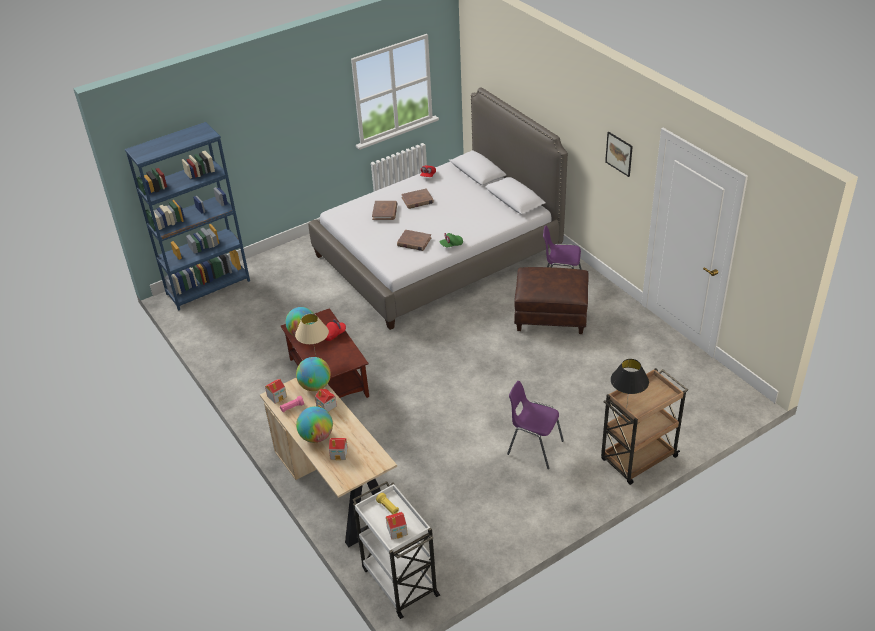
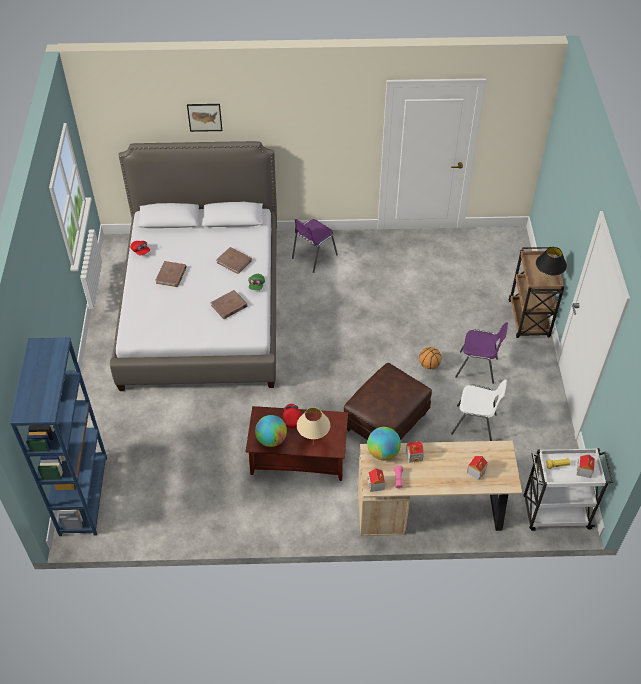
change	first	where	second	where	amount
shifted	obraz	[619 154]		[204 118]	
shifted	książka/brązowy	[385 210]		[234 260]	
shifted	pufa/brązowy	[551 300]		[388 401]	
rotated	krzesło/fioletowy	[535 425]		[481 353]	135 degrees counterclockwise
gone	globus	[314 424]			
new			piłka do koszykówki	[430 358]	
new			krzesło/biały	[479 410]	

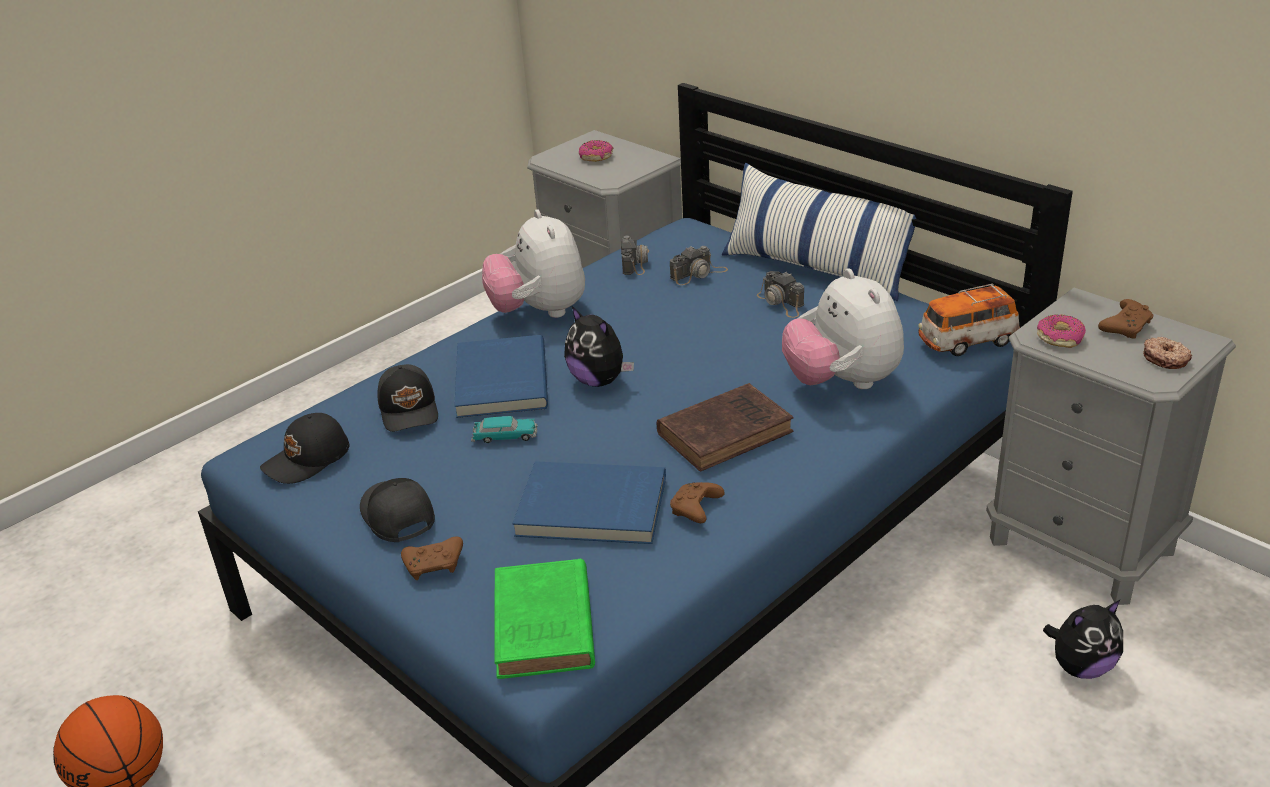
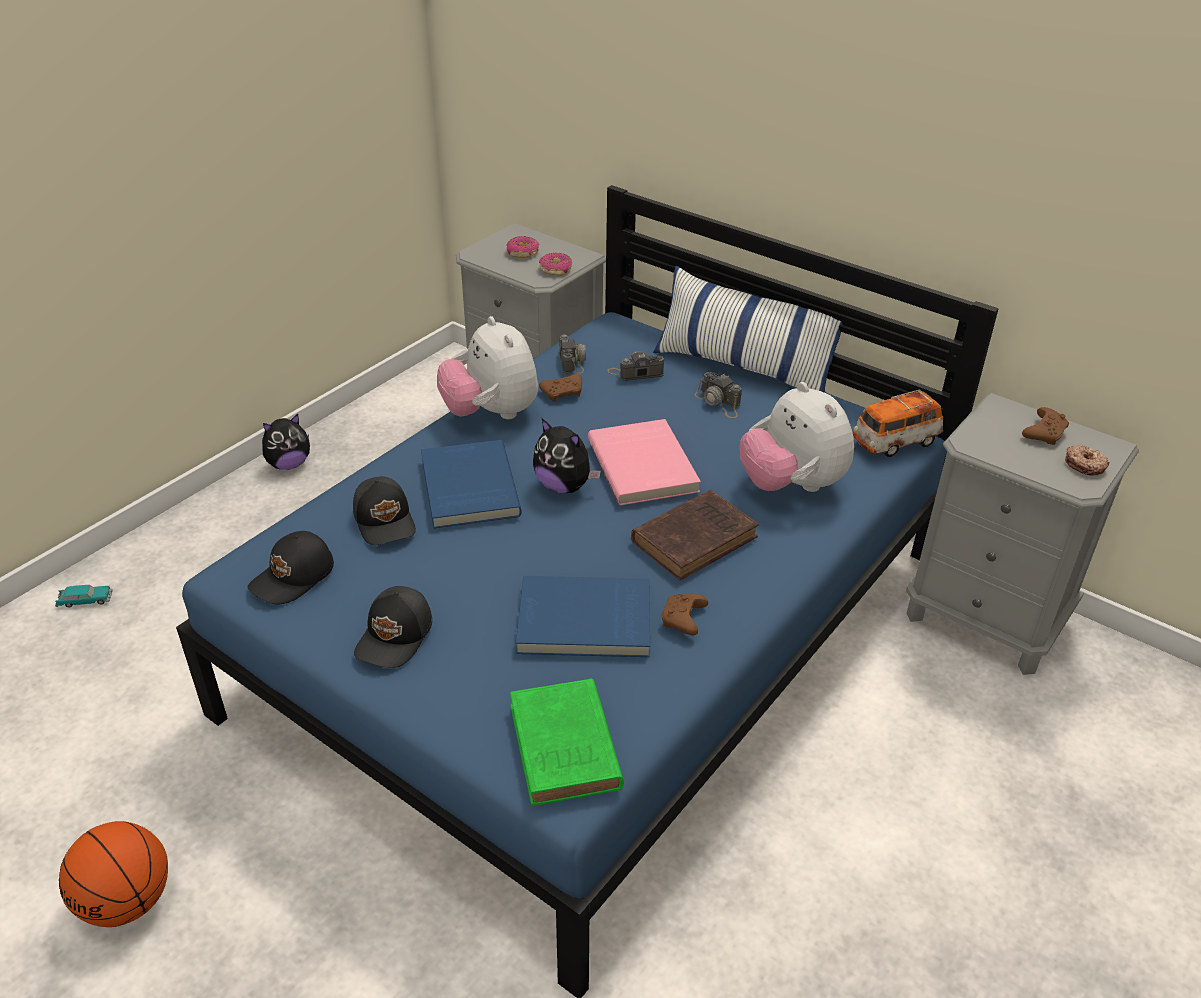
change	first	where	second	where	amount
rotated	aparat fotograficzny	[699 265]		[635 366]	150 degrees counterclockwise
shifted	donut	[1061 331]		[555 264]	
shifted	samochodzik	[504 429]		[84 596]	
rotated	czapka z daszkiem/czarny	[397 510]		[393 627]	120 degrees counterclockwise
shifted	pad do gier/brązowy	[432 558]		[560 388]	
shifted	pluszak	[1083 639]		[286 442]	
new			książka/różowy	[644 462]	

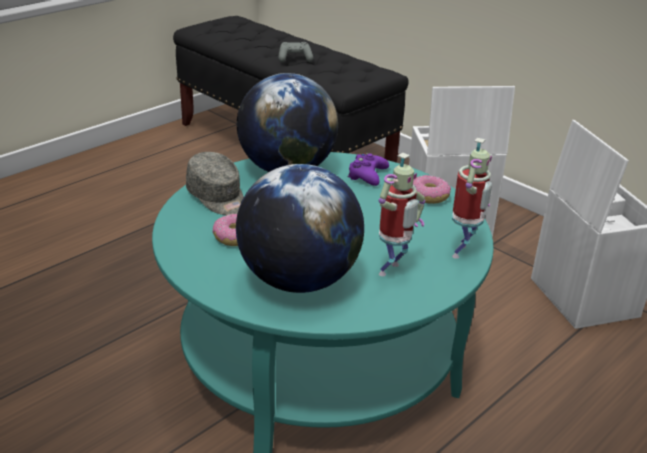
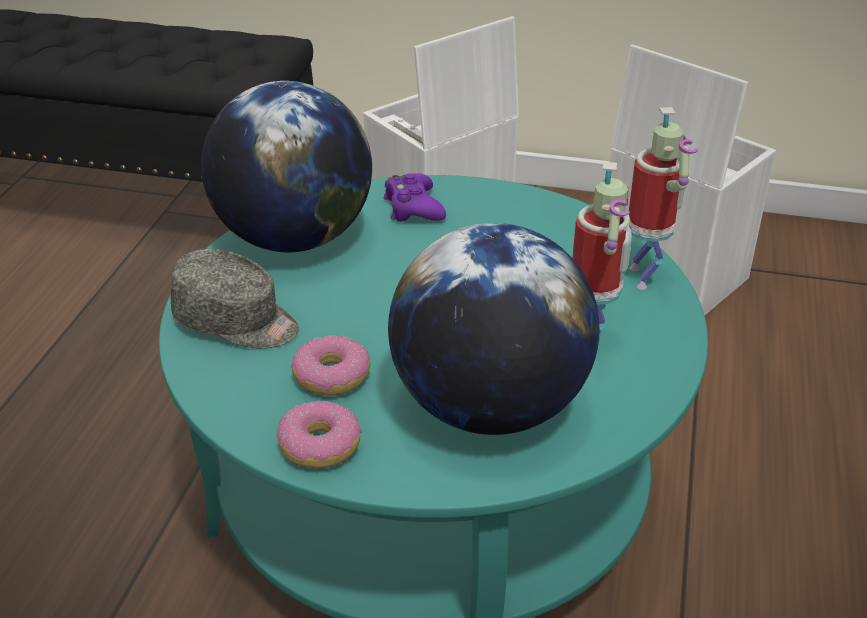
change	first	where	second	where	amount
gone	pad do gier/szary	[295 52]			
shifted	donut	[432 189]		[319 435]	

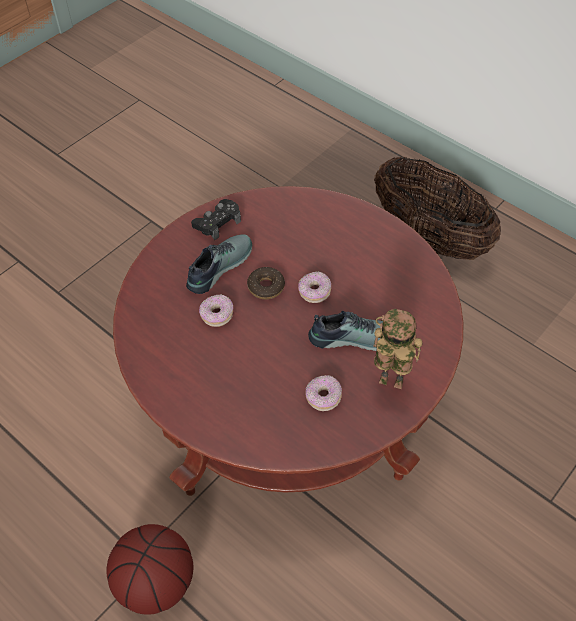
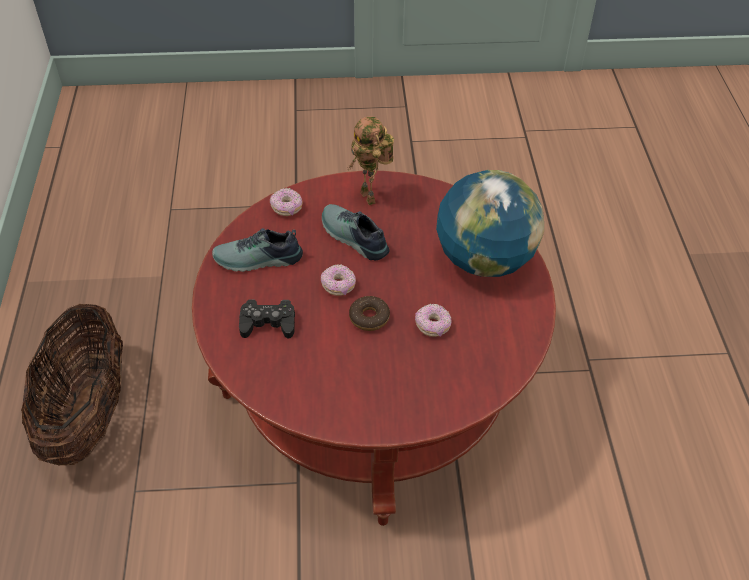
change	first	where	second	where	amount
shifted	pad do gier/czarny	[216 219]		[267 319]	
shifted	but	[219 264]		[257 250]	
shifted	donut	[323 393]		[286 202]	
gone	piłka do koszykówki	[149 569]			
new			globus	[490 223]	

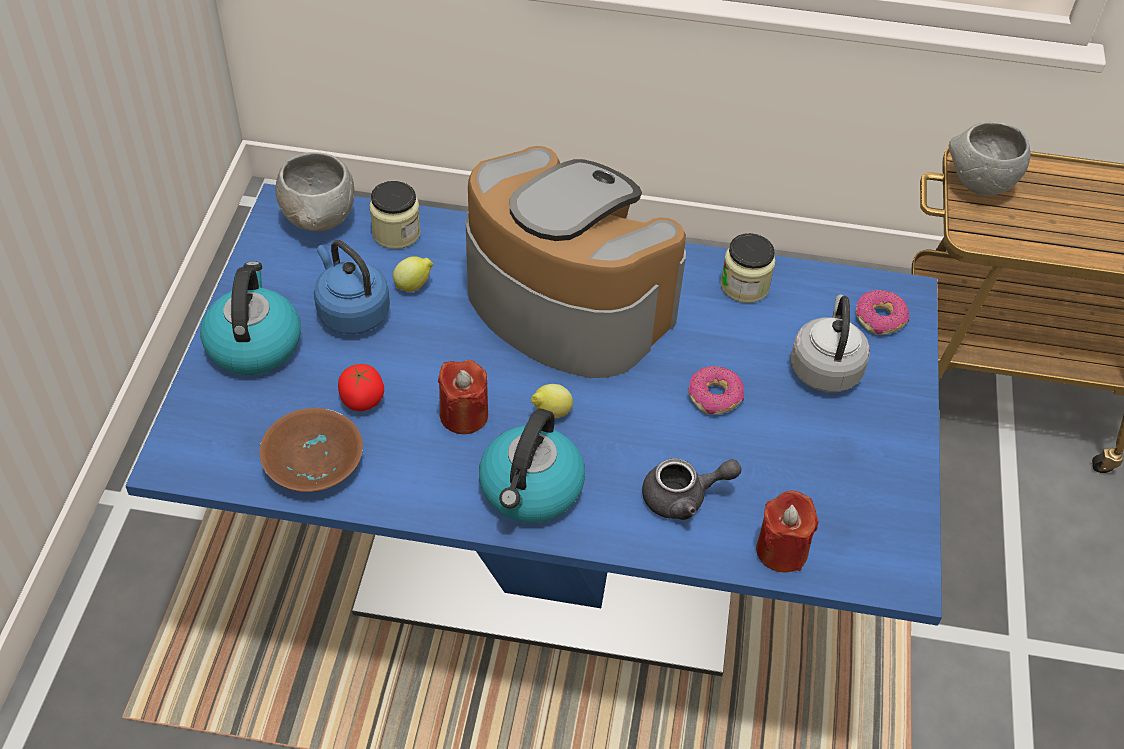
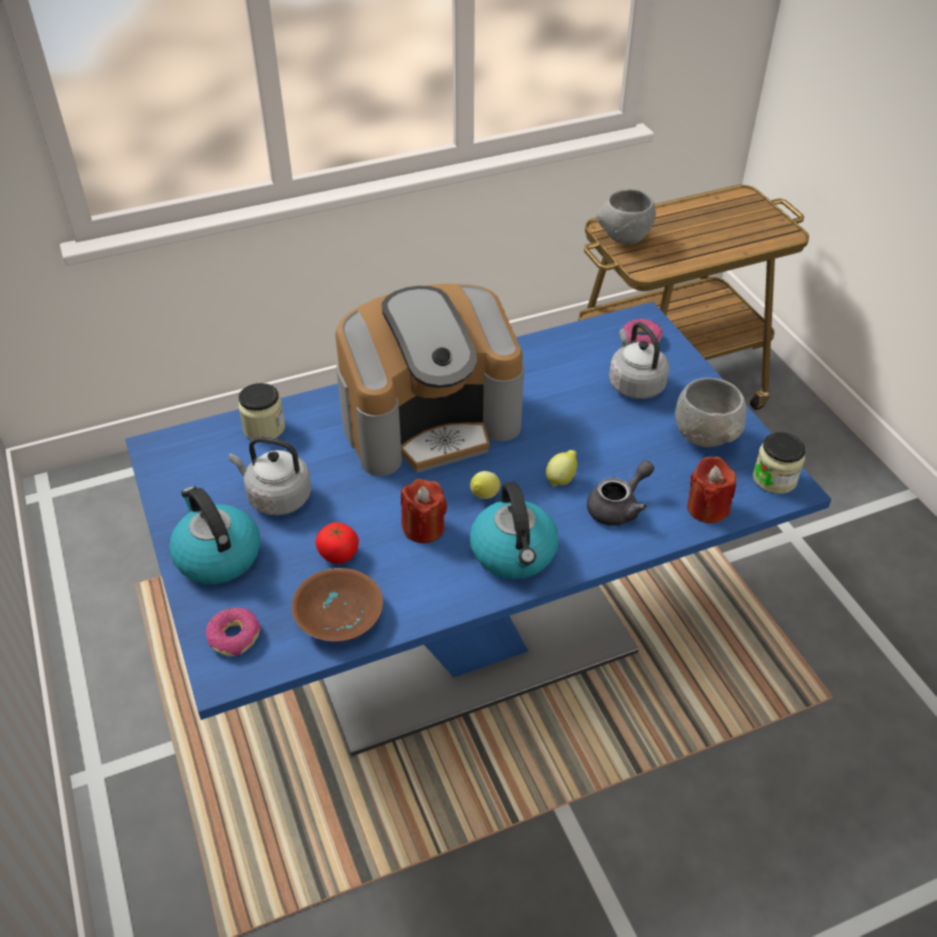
change	first	where	second	where	amount
rotated	ekspres do kawy	[576 262]		[429 380]	150 degrees clockwise
shifted	miska/szary	[314 192]		[710 412]	
shifted	słoik	[748 268]		[779 463]	
repainted	czajnik/niebieski	[352 287]	czajnik/szary	[270 476]	
shifted	cytryna	[413 274]		[561 468]	
shifted	donut	[716 390]		[233 632]	

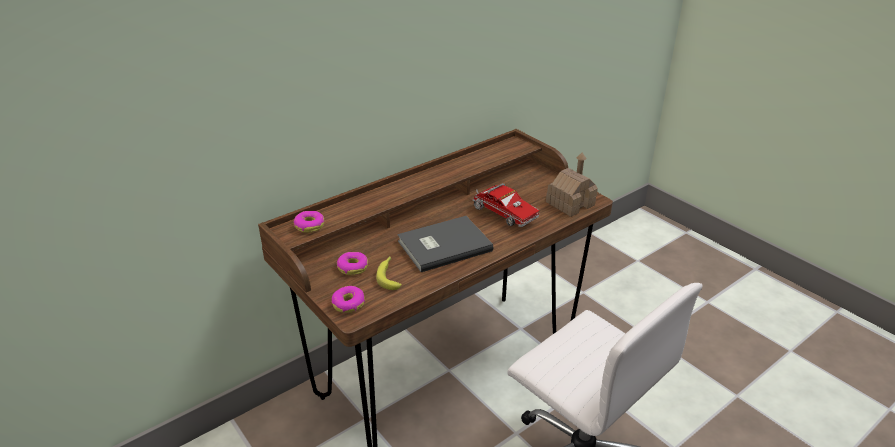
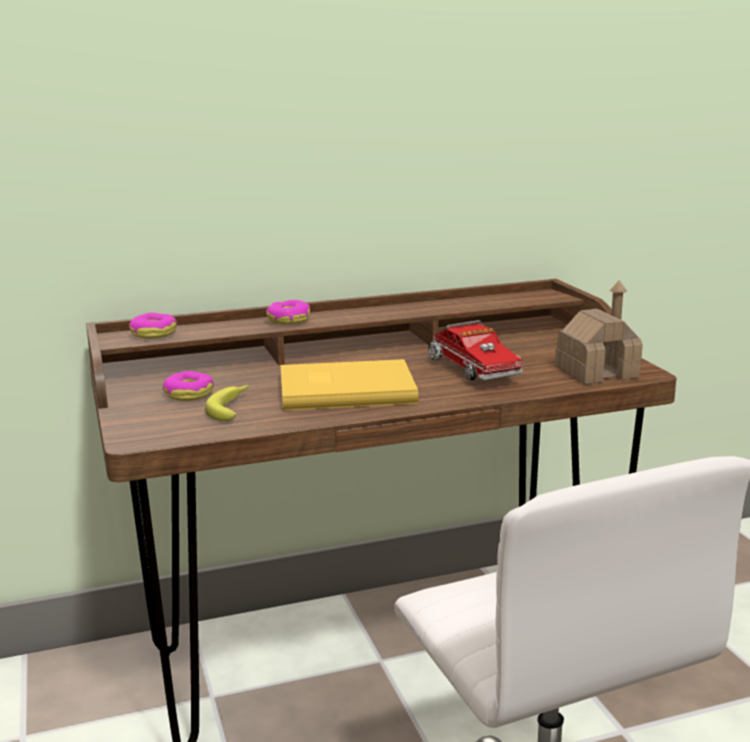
change	first	where	second	where	amount
repainted	książka/szary	[445 244]	książka/żółty	[349 385]	
shifted	donut	[348 299]		[288 312]	

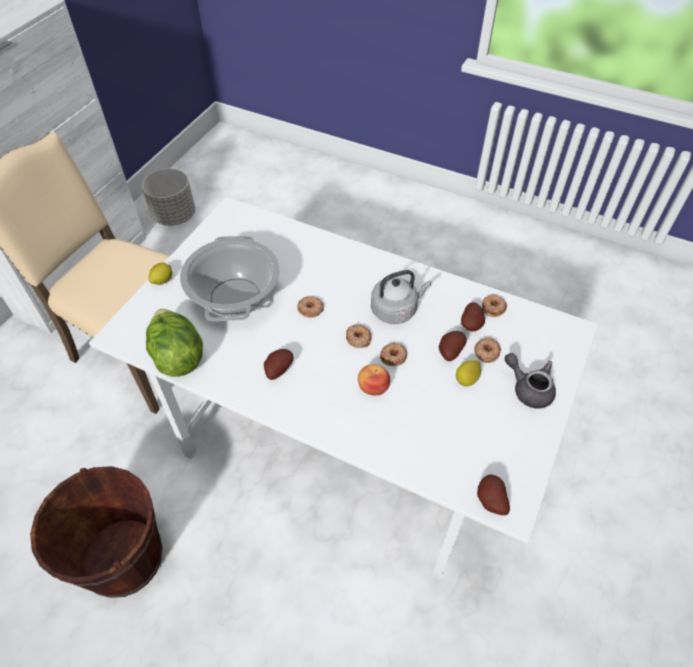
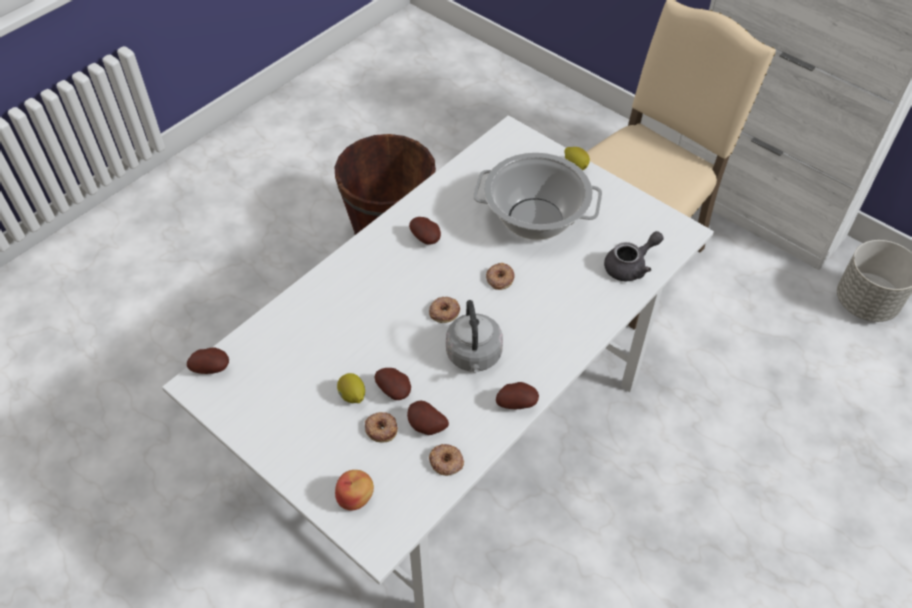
change	first	where	second	where	amount
gone	sałata	[174 343]			
gone	donut	[393 354]			
shifted	imbryk/szary	[530 380]		[633 256]	
shifted	jabłko	[374 379]		[354 490]	
new			ziemniak	[517 395]	

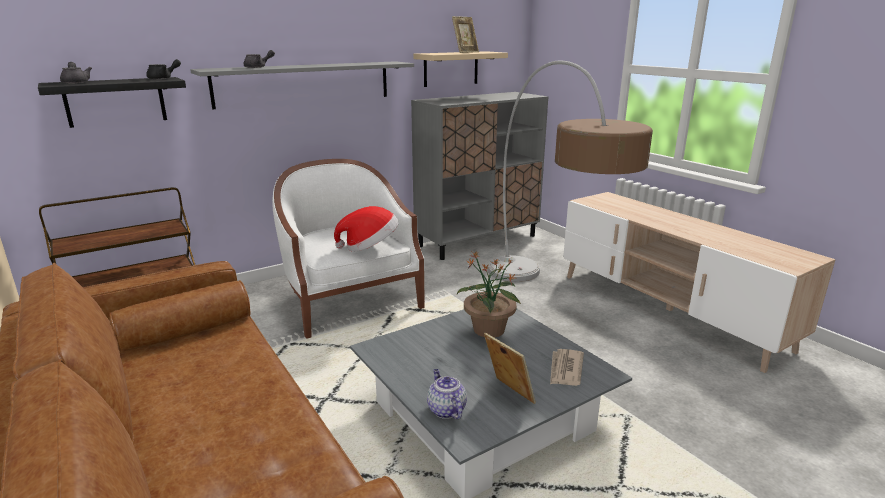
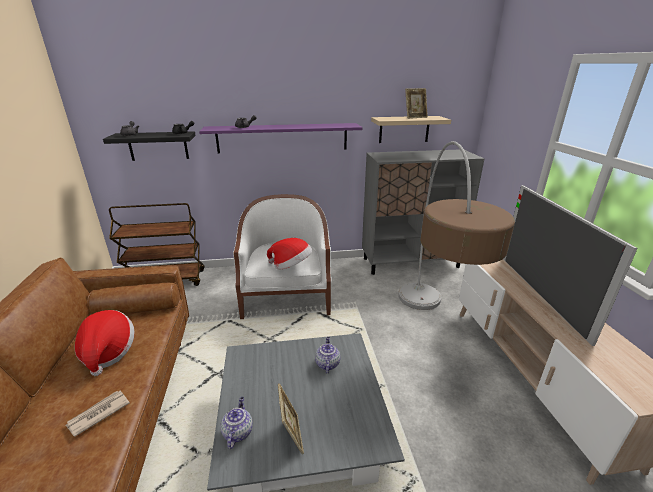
change	first	where	second	where	amount
repainted	półka/szary	[302 85]	półka/fioletowy	[281 138]	
swapped	roślina doniczkowa	[489 295]	imbryk	[327 355]	
shifted	gazeta	[567 367]		[98 414]	
new			telewizor	[570 265]	
new			kapelusz	[104 343]	

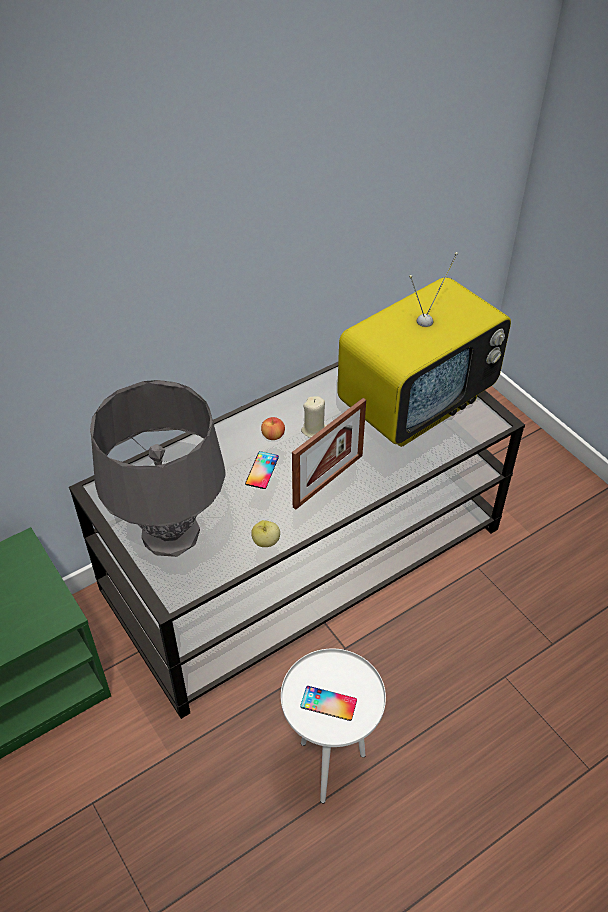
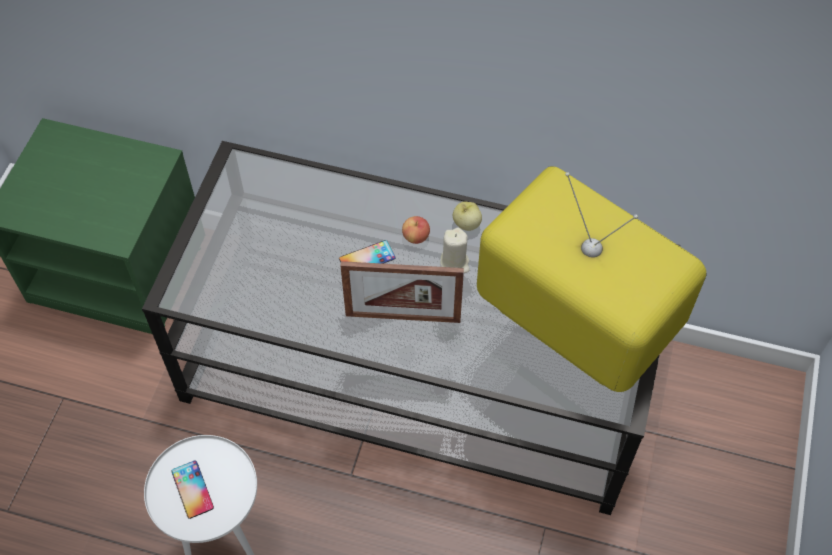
change	first	where	second	where	amount
rotated	telewizor	[424 349]		[592 279]	150 degrees counterclockwise
gone	lampa stołowa/szary	[158 468]			
shifted	jabłko	[265 533]		[467 216]	

